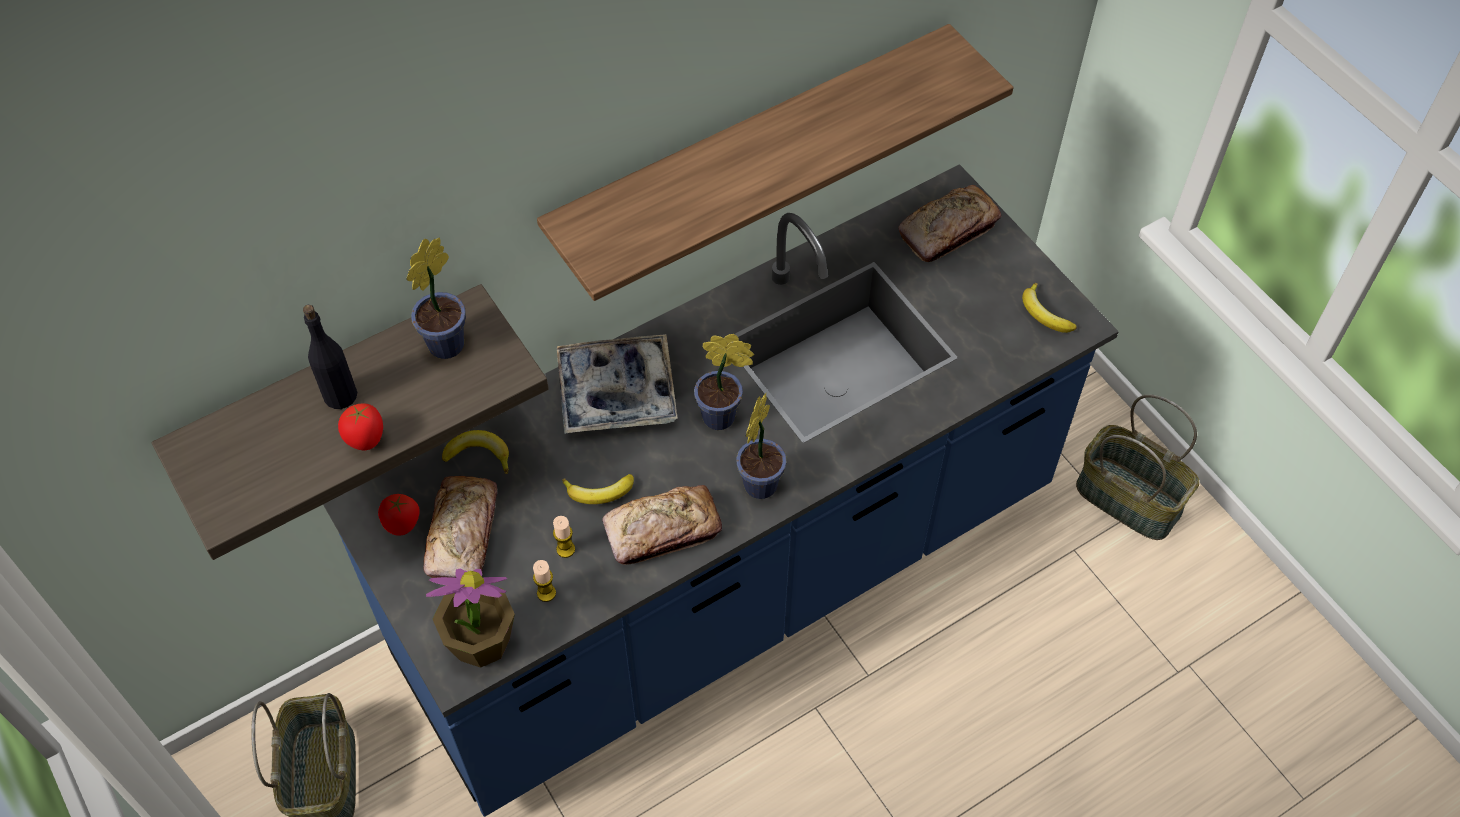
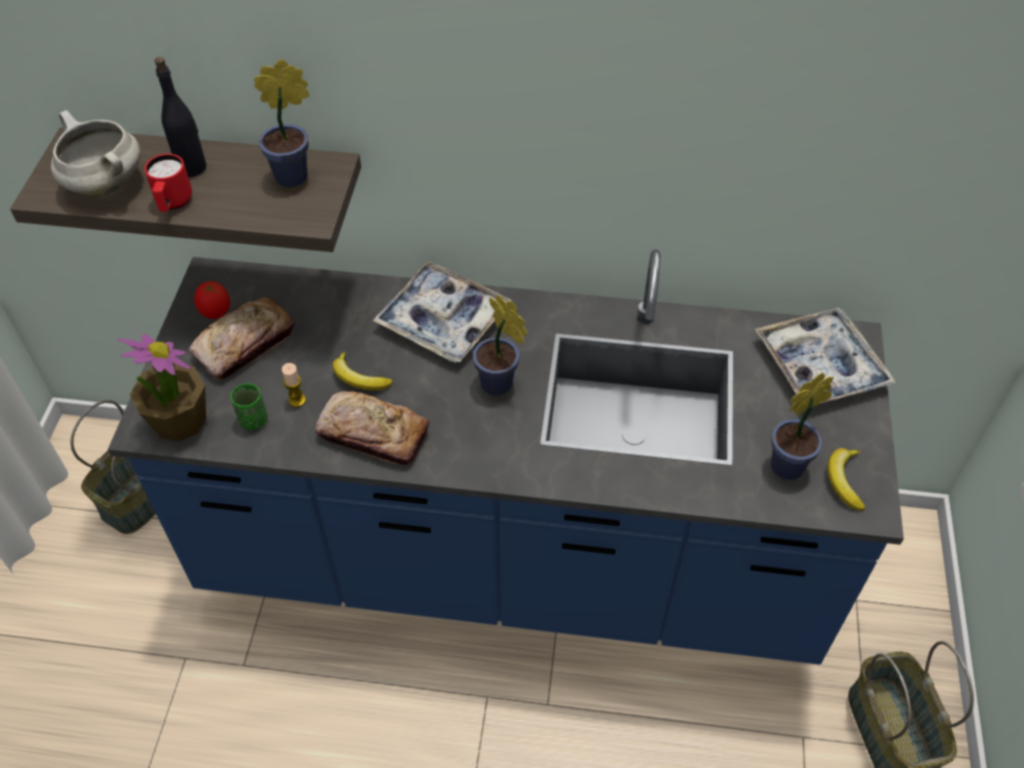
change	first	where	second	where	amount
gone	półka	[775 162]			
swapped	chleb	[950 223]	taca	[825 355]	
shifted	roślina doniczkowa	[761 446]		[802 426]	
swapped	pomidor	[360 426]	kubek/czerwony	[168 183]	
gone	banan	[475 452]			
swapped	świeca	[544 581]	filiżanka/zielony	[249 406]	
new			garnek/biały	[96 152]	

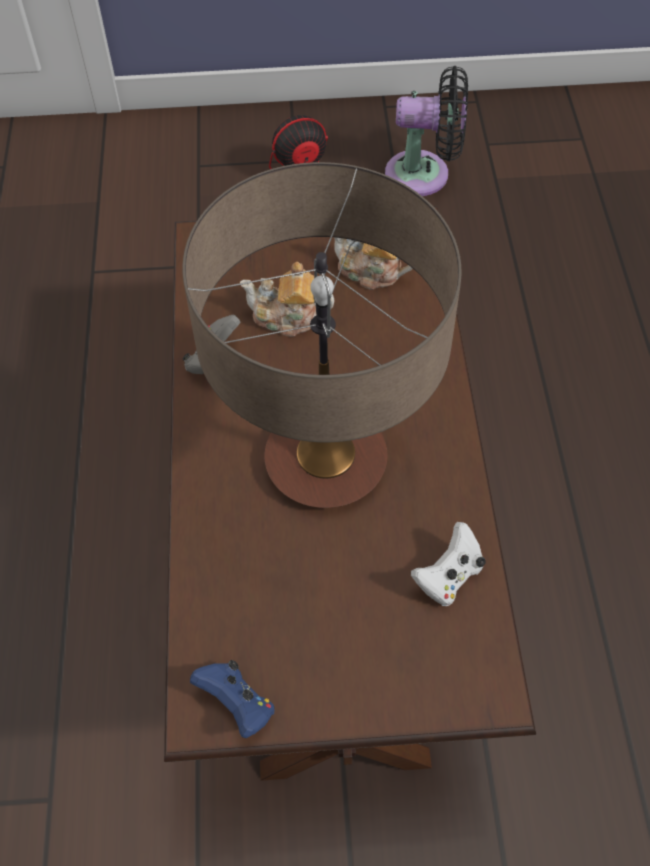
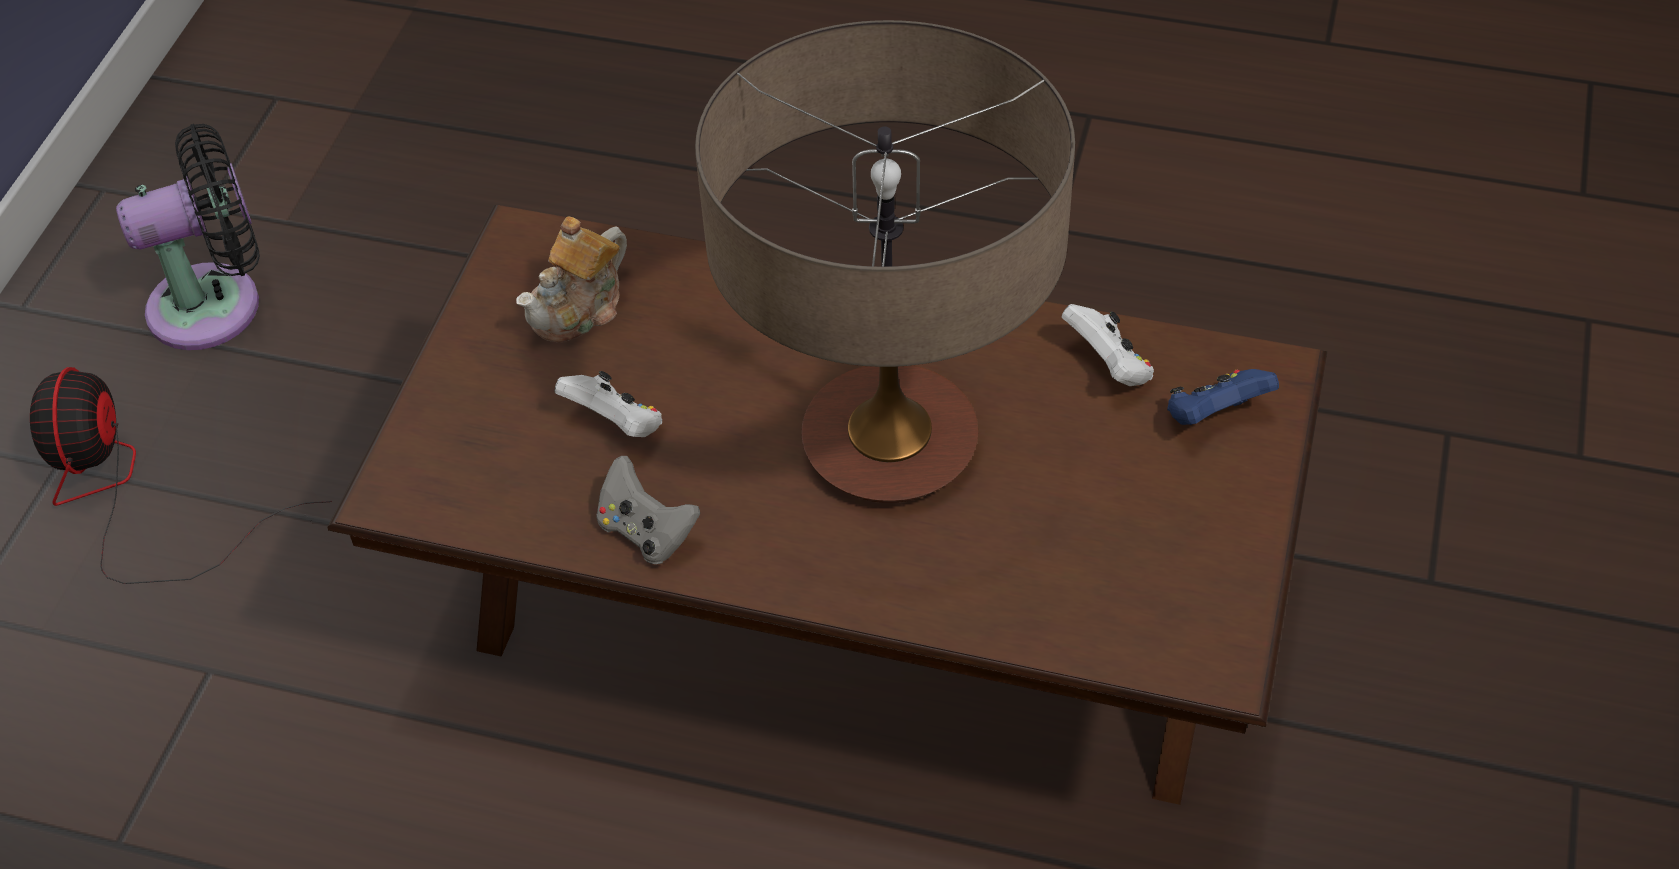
change	first	where	second	where	amount
rotated	wentylator/czarny	[426 131]		[188 237]	45 degrees clockwise
swapped	imbryk	[287 299]	pad do gier/biały	[608 404]	
shifted	pad do gier/niebieski	[232 699]		[1223 397]	

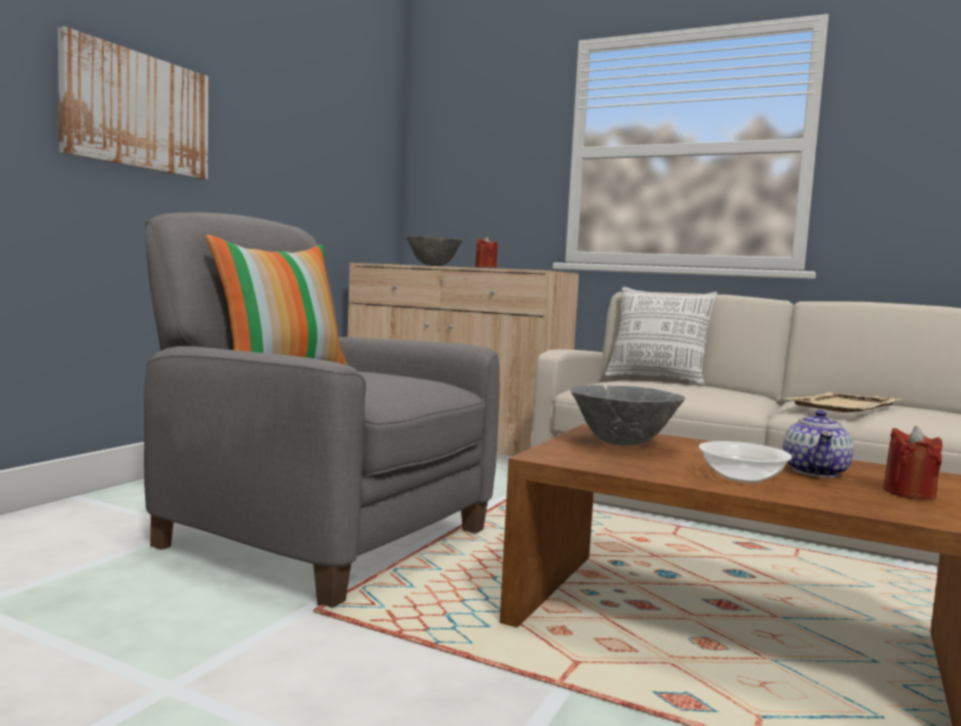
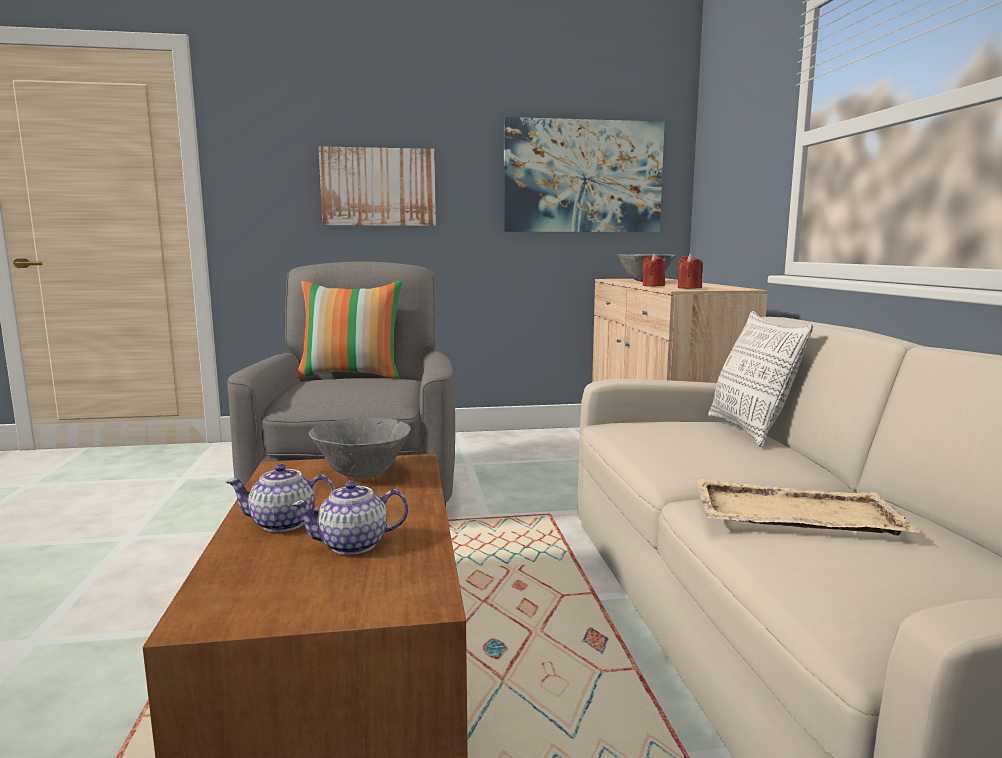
change	first	where	second	where	amount
shifted	świeca/czerwony	[912 463]		[690 271]	
swapped	miska	[745 462]	imbryk	[280 498]	
new			obraz	[584 174]	

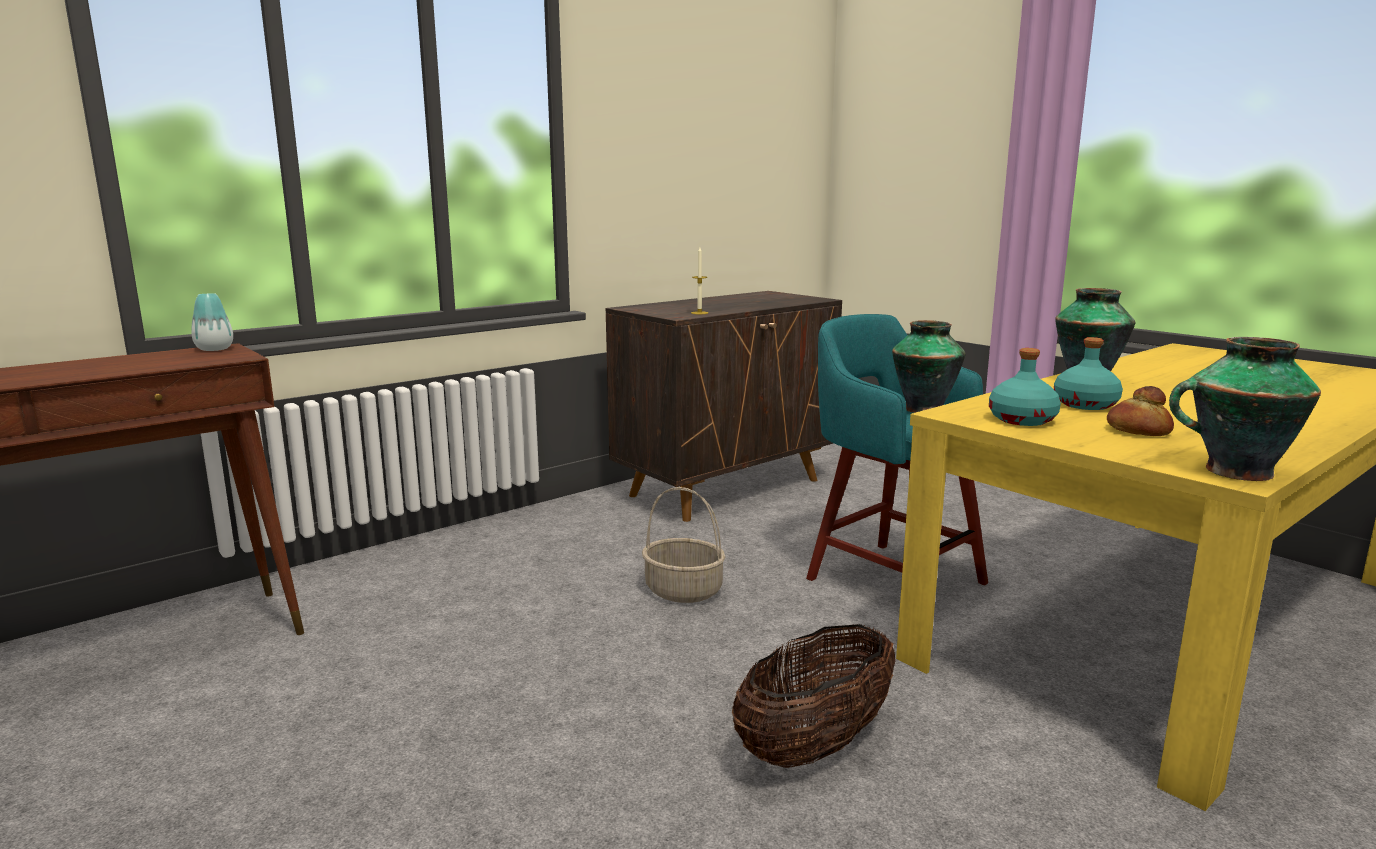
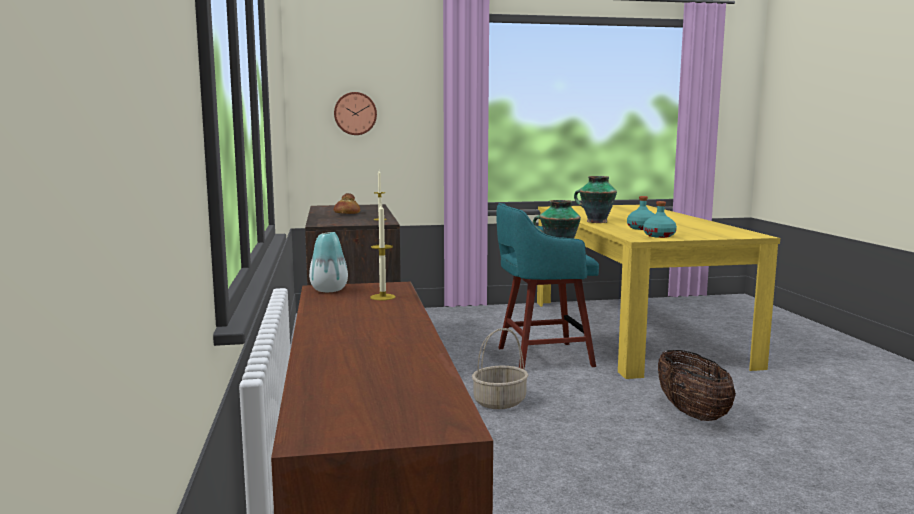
change	first	where	second	where	amount
gone	wazon	[1245 409]			
shifted	chleb	[1140 411]		[347 203]	
new			zegar ścienny	[355 113]	
new			świeca	[383 252]	

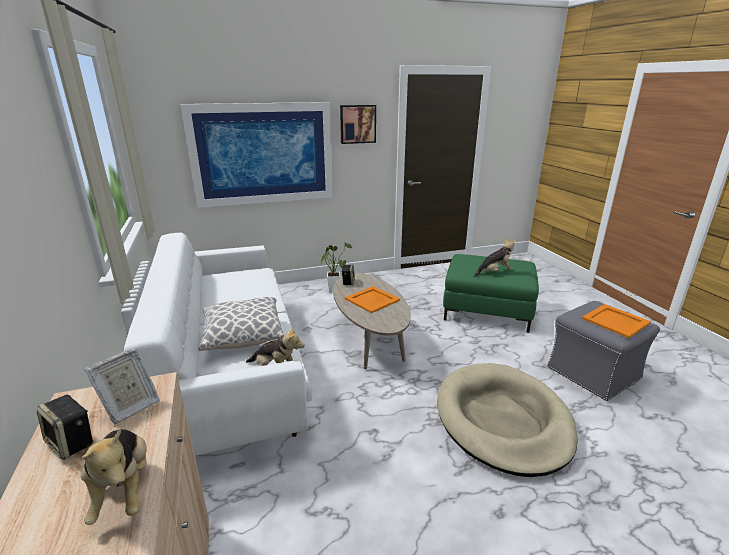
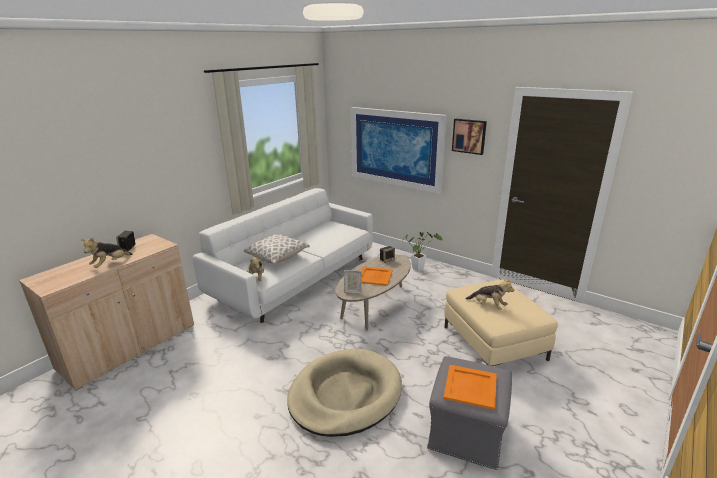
change	first	where	second	where	amount
repainted	pufa/zielony	[491 293]	pufa/beżowy	[501 323]	
shifted	ramka na zdjęcie	[122 386]		[353 282]	

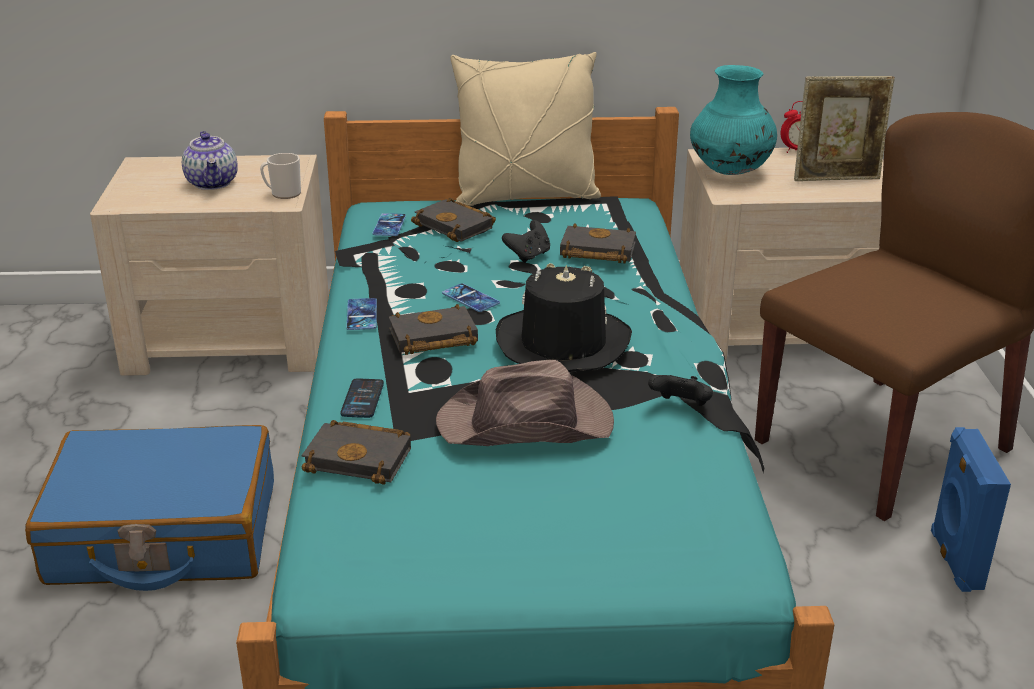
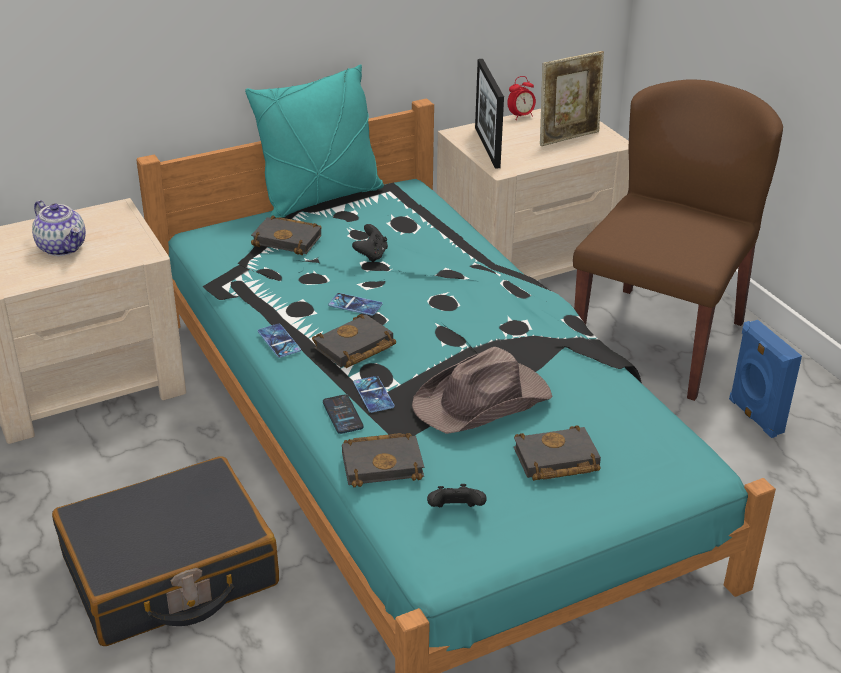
change	first	where	second	where	amount
repainted	poduszka/beżowy	[525 129]	poduszka/turkusowy	[314 141]	
swapped	wazon/turkusowy	[733 120]	ramka na zdjęcie	[489 114]	
gone	kubek	[280 176]			
shifted	telefon	[389 224]		[374 394]	
shifted	książka/czarny	[598 243]		[557 453]	
gone	kapelusz/czarny	[564 317]			
shifted	pad do gier/czarny	[680 390]		[456 495]	
repainted	walizka/niebieski	[149 508]	walizka/czarny	[165 551]	

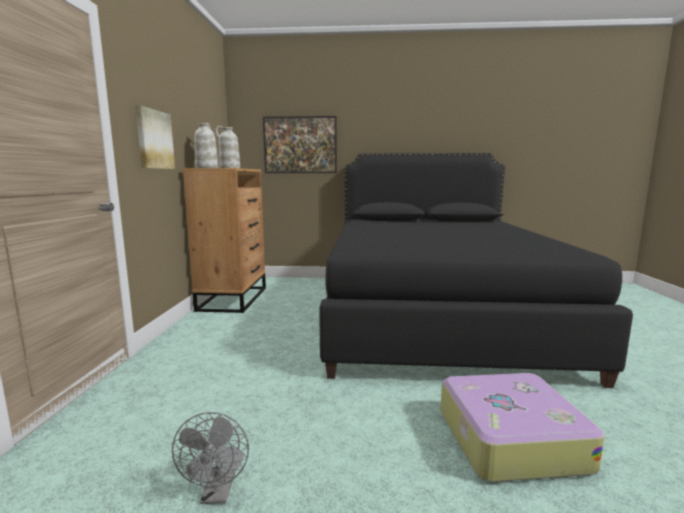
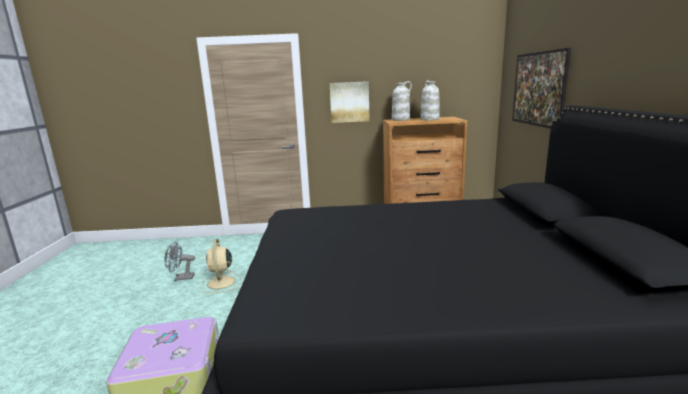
change	first	where	second	where	amount
new			wentylator/beżowy	[221 266]	

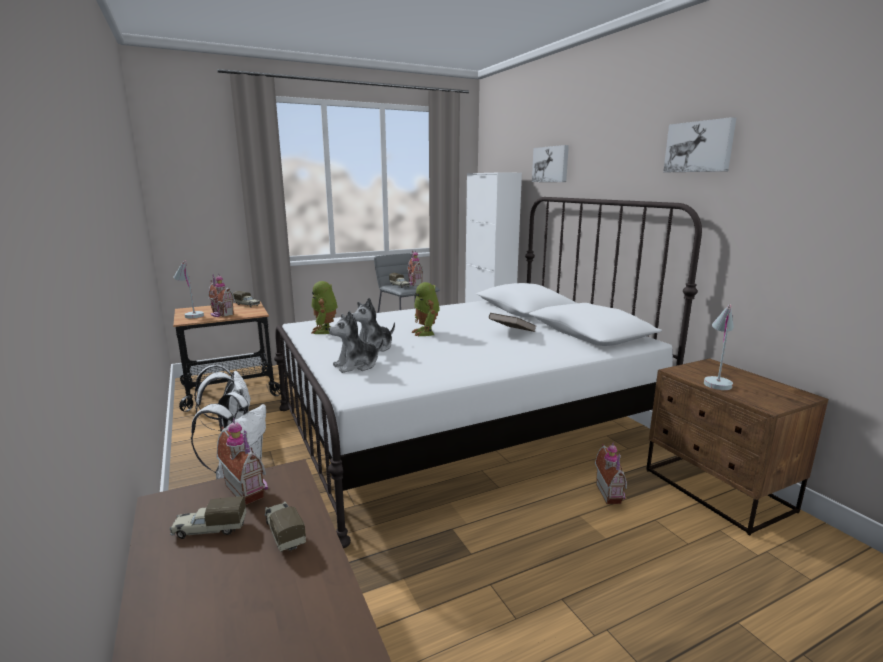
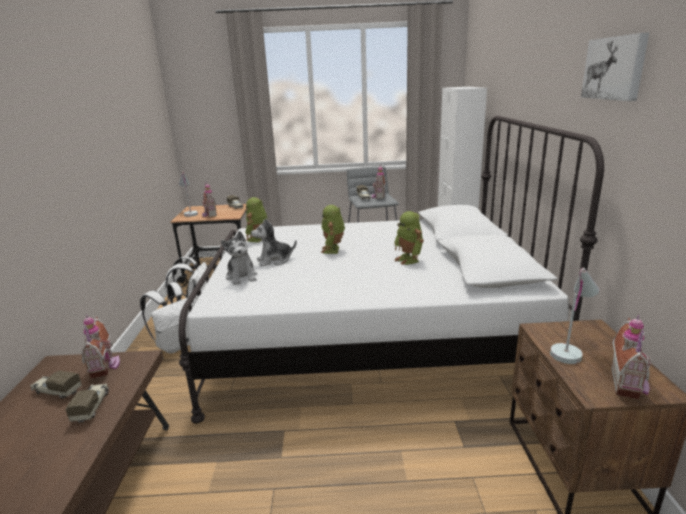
change	first	where	second	where	amount
gone	obraz	[550 163]			
rotated	pluszak	[356 342]		[239 258]	105 degrees counterclockwise
swapped	książka/brązowy	[512 322]	robot zabawkowy	[409 238]	
shifted	domek	[611 473]		[631 357]	

